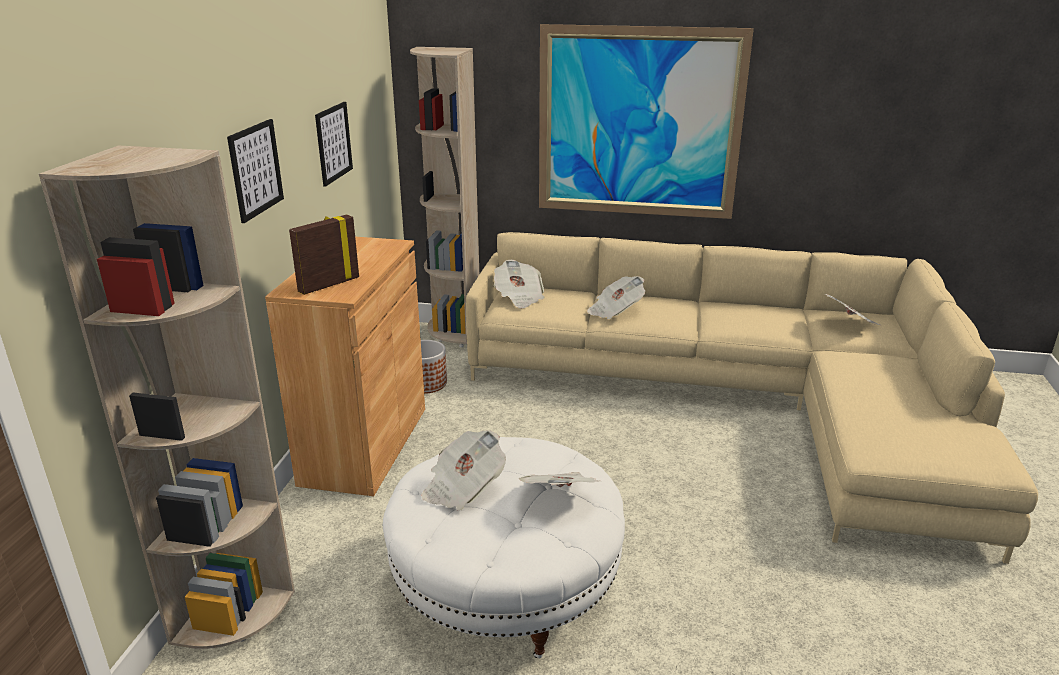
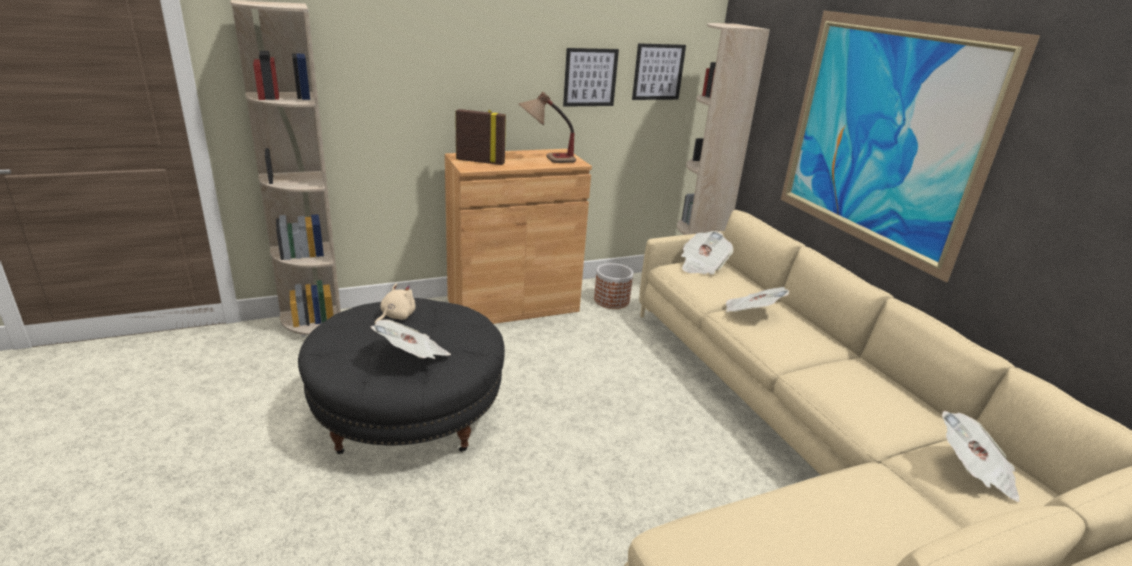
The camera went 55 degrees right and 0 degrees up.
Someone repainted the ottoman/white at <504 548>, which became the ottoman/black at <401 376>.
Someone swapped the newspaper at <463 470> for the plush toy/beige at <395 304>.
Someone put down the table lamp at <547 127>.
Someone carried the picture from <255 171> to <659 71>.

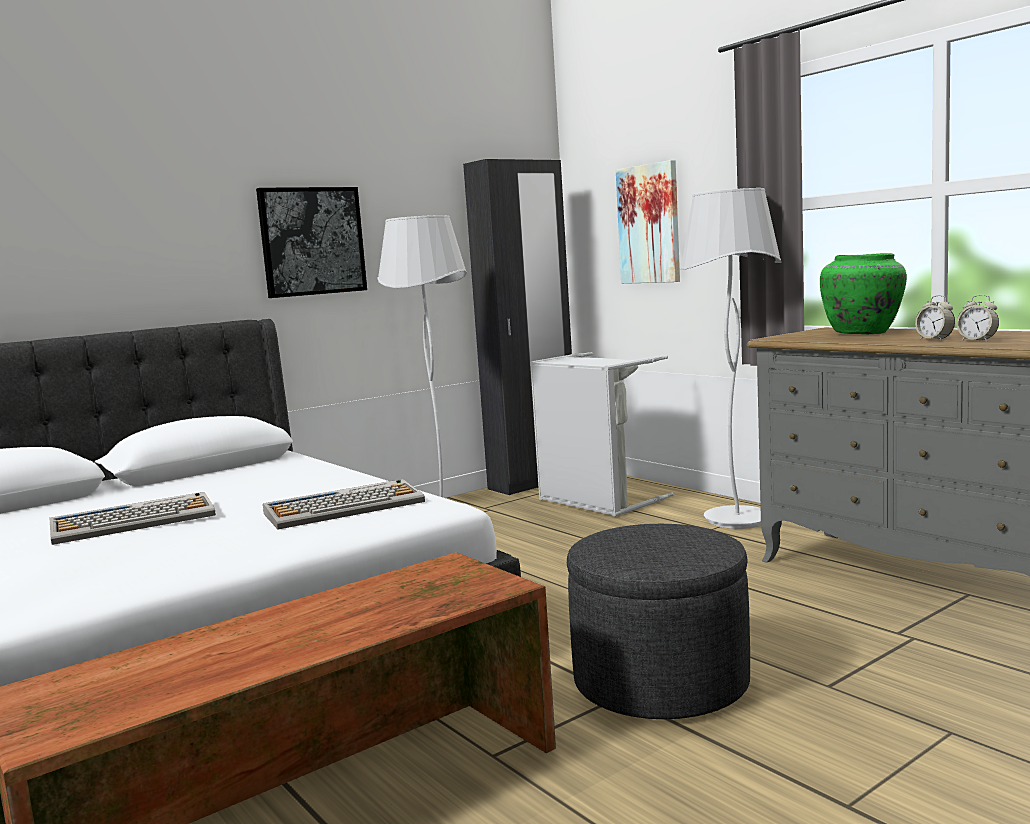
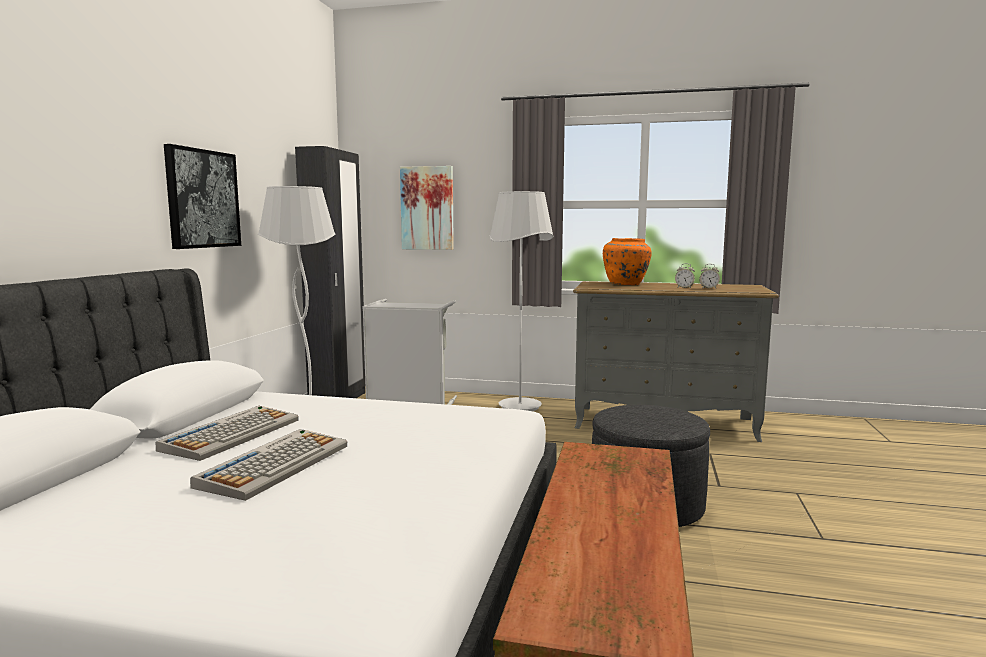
The camera went 40 degrees left and 0 degrees up.
Someone carried the keyboard from <344 504> to <227 433>.
Someone repainted the vase/green at <863 293>, which became the vase/orange at <627 261>.

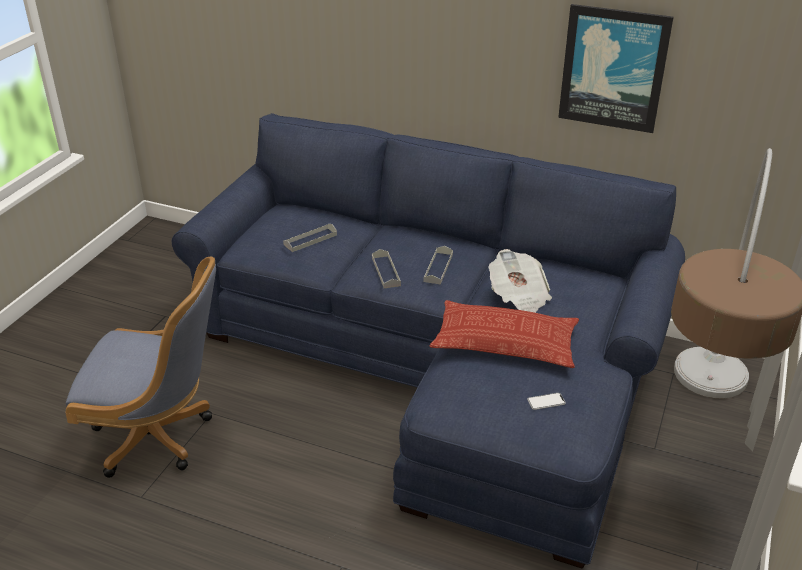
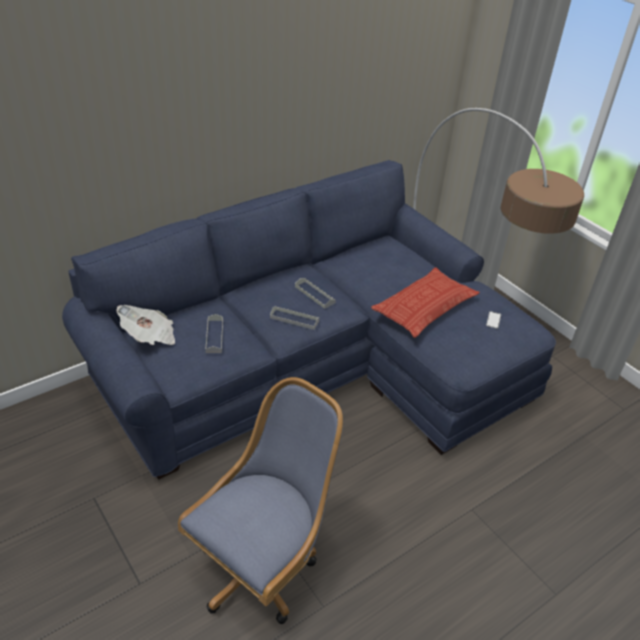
The camera went 60 degrees left and 5 degrees up.
Someone carried the newspaper from <520 281> to <145 325>.
Someone took away the picture at <615 68>.

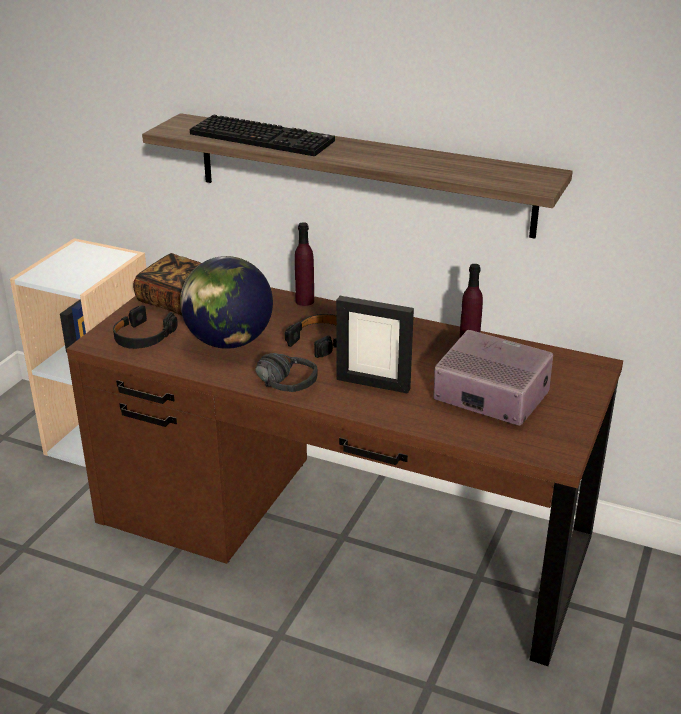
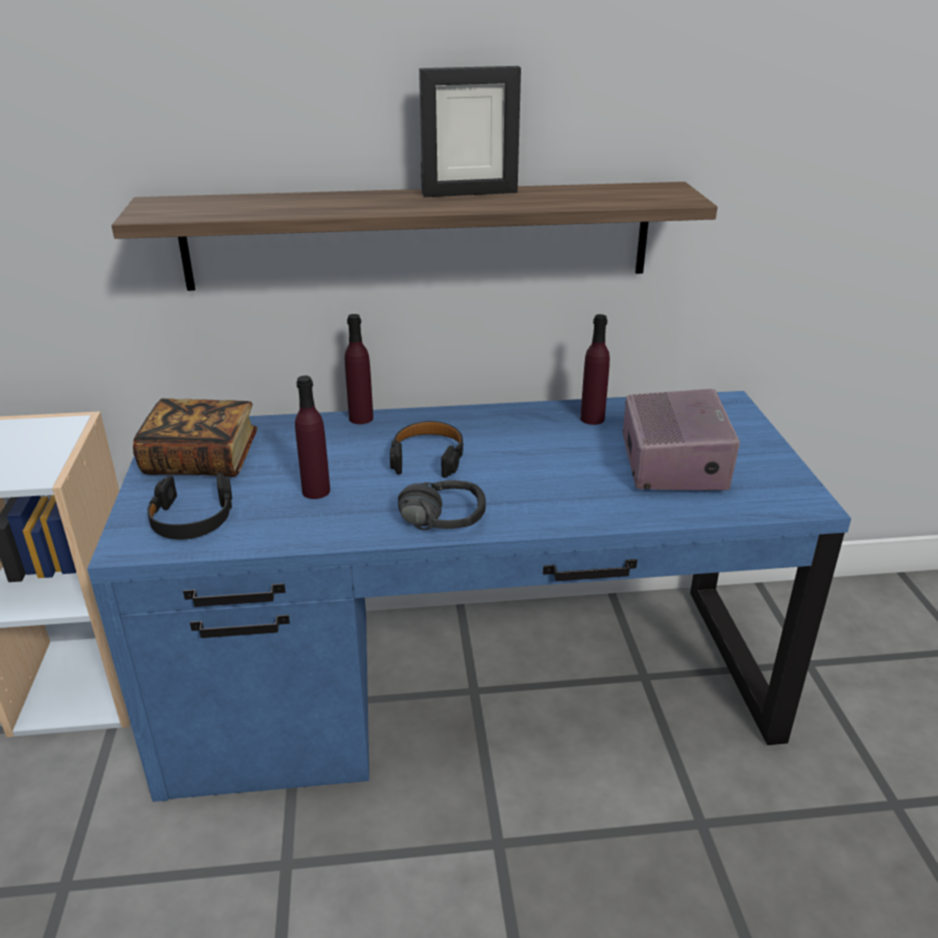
The camera went 30 degrees left and 0 degrees up.
Someone repainted the desk/brown at <344 476>, which became the desk/blue at <469 596>.
Someone swapped the globe at <226 302> for the bottle/purple at <312 437>.
Someone carried the picture frame from <375 345> to <470 131>.
Someone rotated the radio at <493 378> by 90 degrees clockwise.
Someone took away the keyboard at <262 135>.

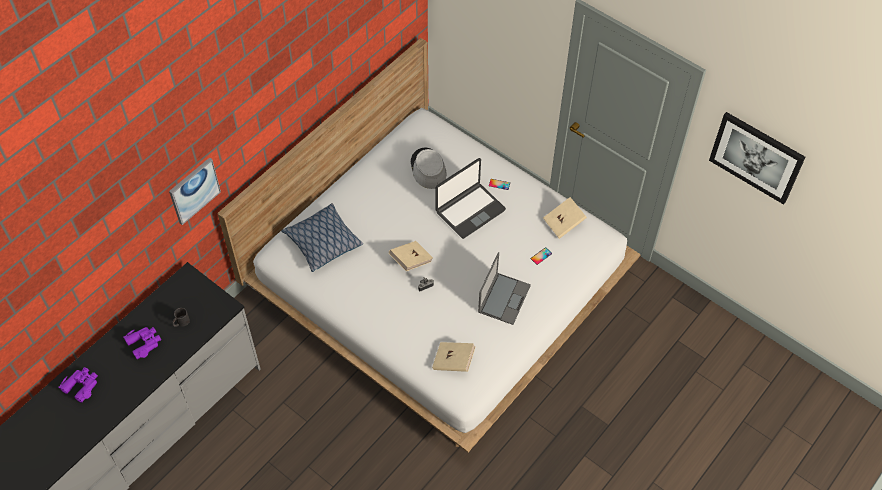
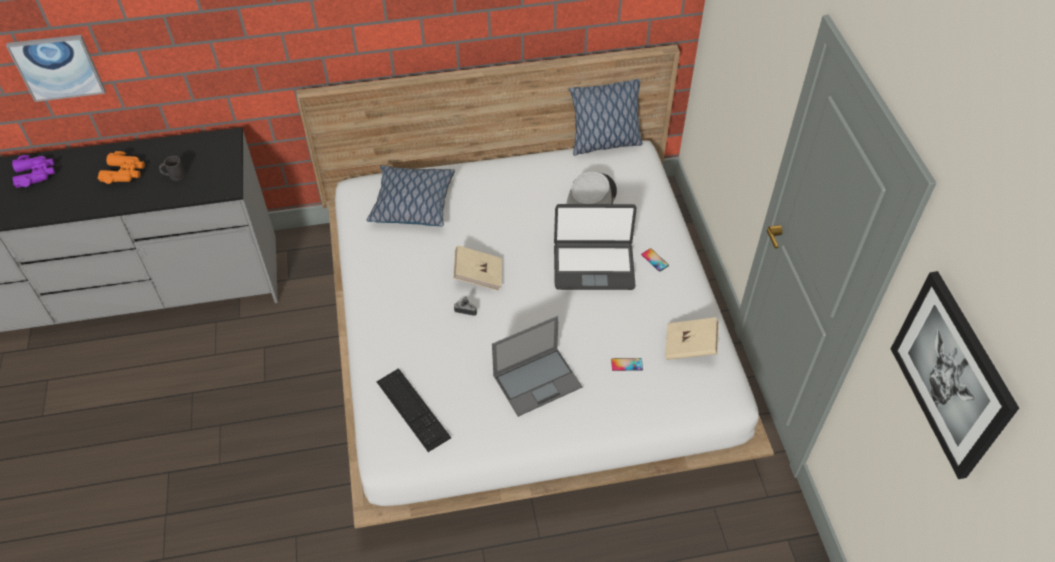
The camera went 40 degrees right and 5 degrees down.
Someone carried the picture from <195 191> to <56 68>.
Someone repainted the binoculars/purple at <142 343>, which became the binoculars/orange at <121 167>.
Someone swapped the book/beige at <454 357> for the keyboard at <414 410>.
Someone put down the pillow at <605 117>.

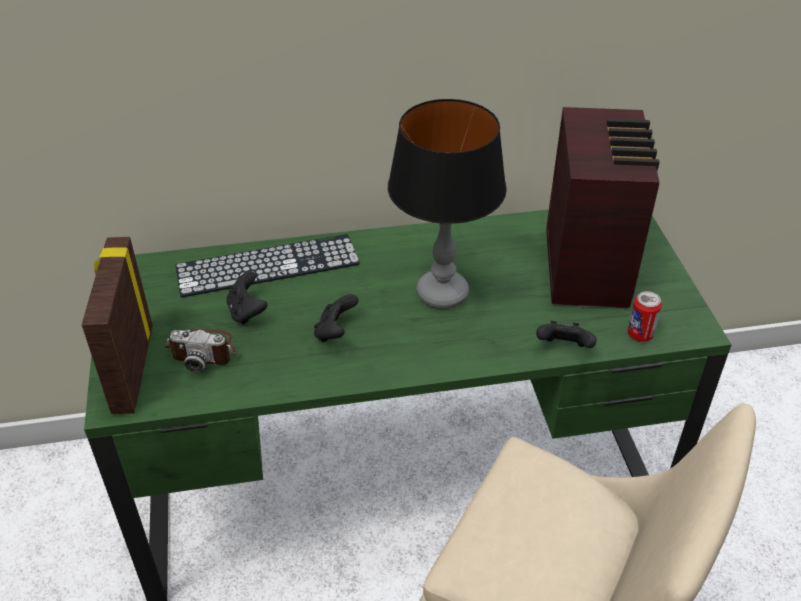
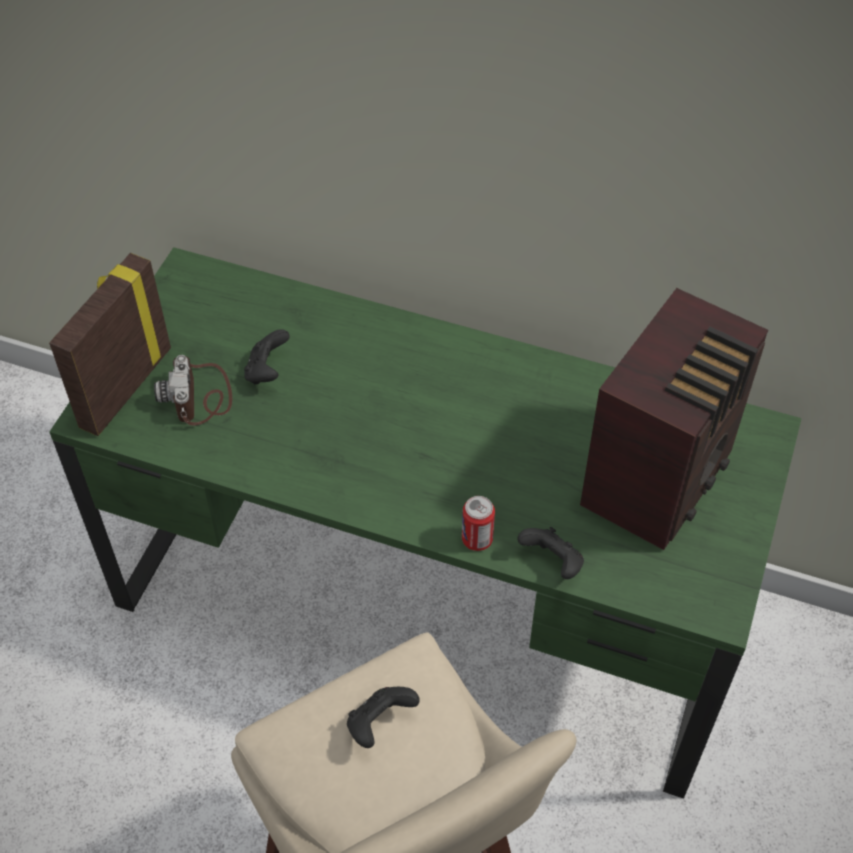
The camera went 30 degrees right and 10 degrees up.
Someone rotated the photo camera at <201 350> by 45 degrees clockwise.
Someone carried the game controller/black from <336 318> to <383 717>.
Someone carried the can from <644 316> to <478 523>.
Someone took away the keyboard at <267 266>.
Someone took away the table lamp at <447 204>.

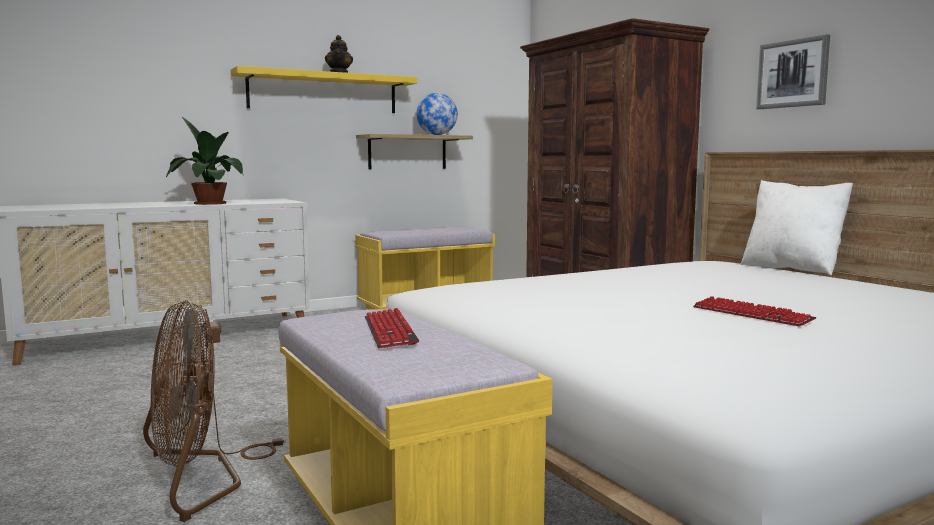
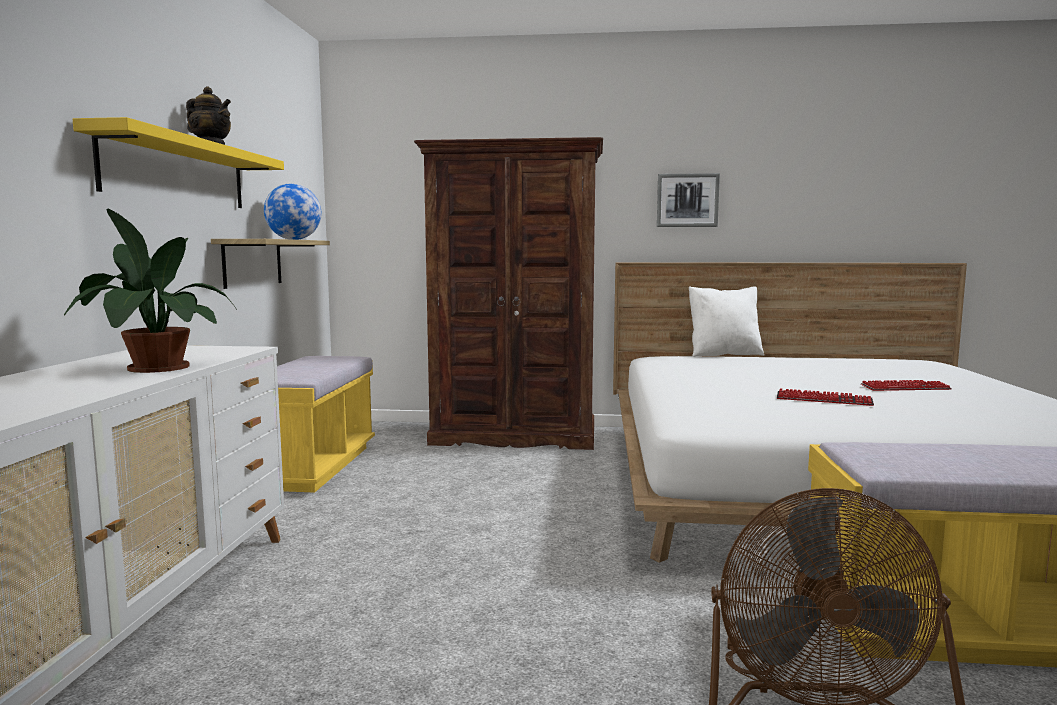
The camera went 55 degrees left and 0 degrees up.
Someone carried the keyboard from <392 328> to <825 397>.

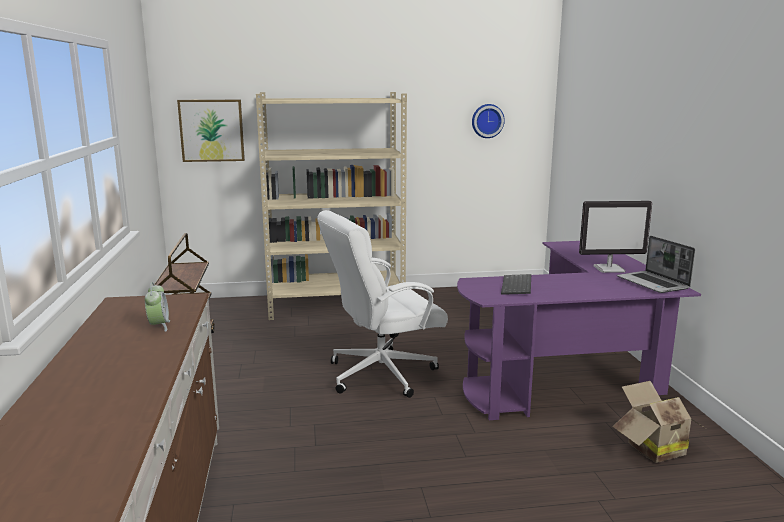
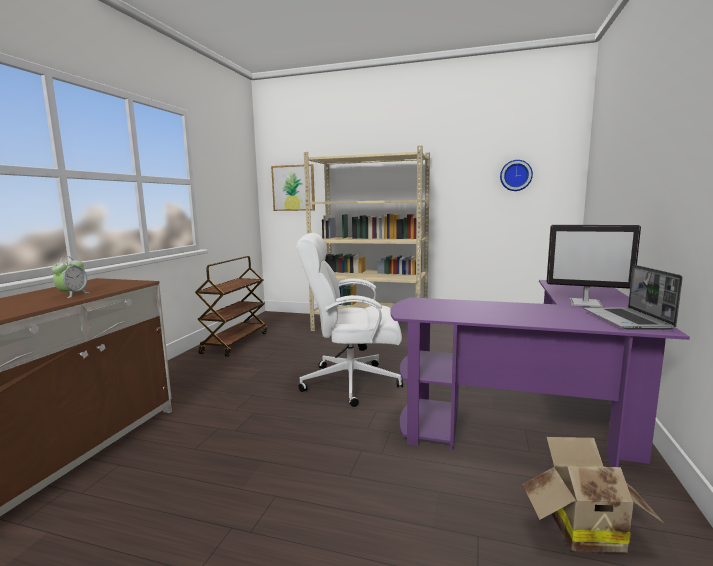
The camera went 25 degrees right and 5 degrees down.
Someone took away the keyboard at <516 284>.

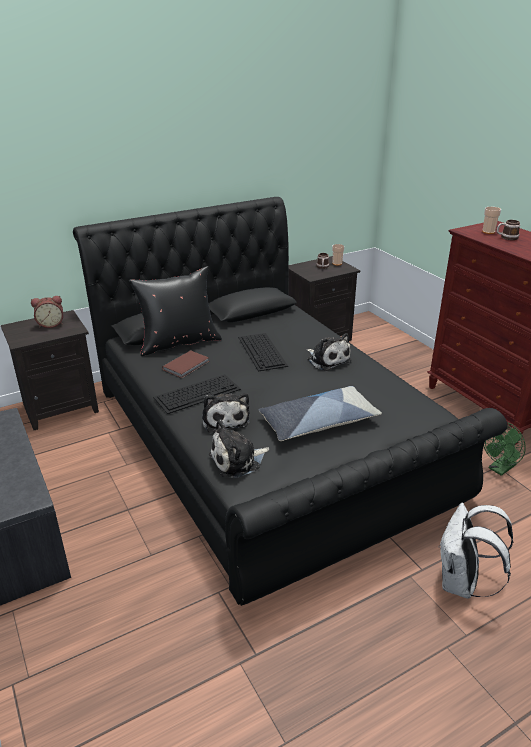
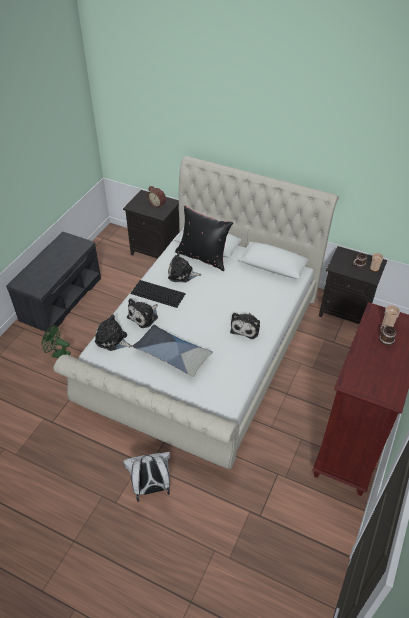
The camera went 55 degrees right and 15 degrees up.
Someone carried the fan/green from <505 449> to <56 341>.
Someone repainted the bed/black at <290 401>, which became the bed/beige at <196 313>.
Someone swapped the book/brown at <185 364> for the plush toy at <185 266>.
Someone took away the keyboard at <263 352>.

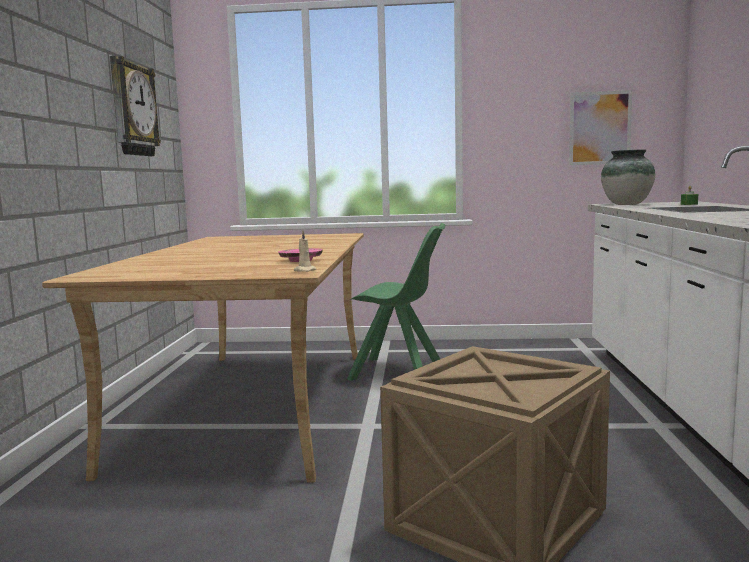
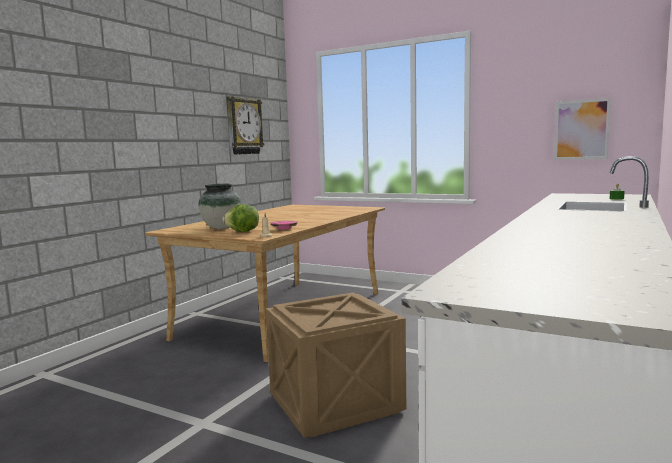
The camera went 25 degrees right and 0 degrees up.
Someone carried the vase from <628 177> to <219 206>.
Someone put down the lettuce at <240 218>.
Someone took away the chair/green at <396 302>.

